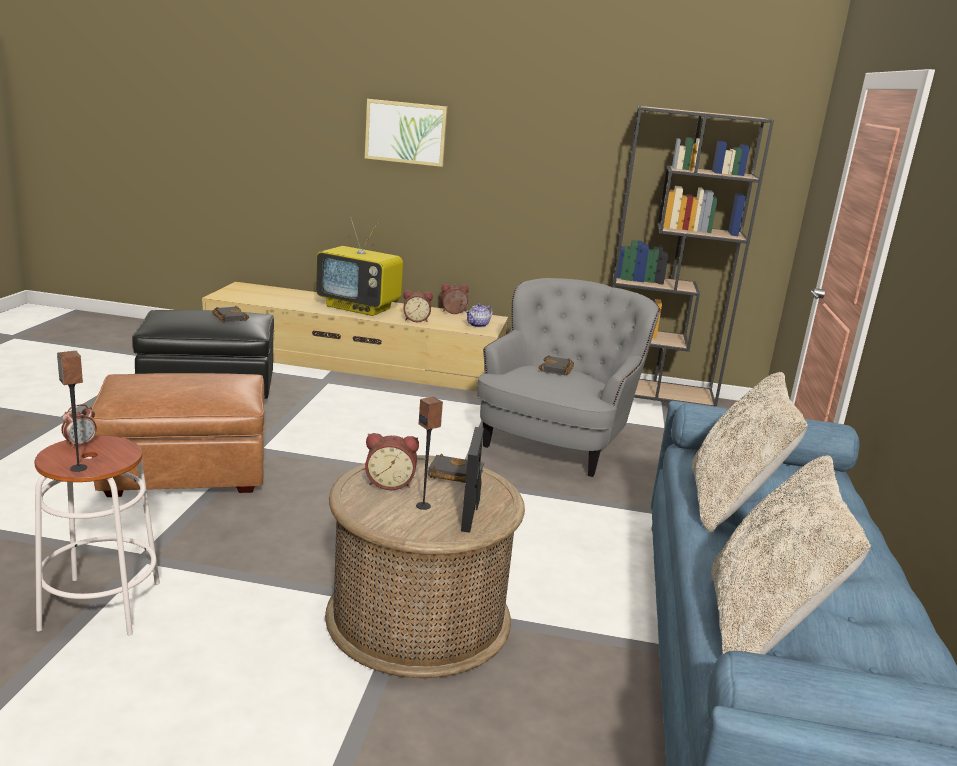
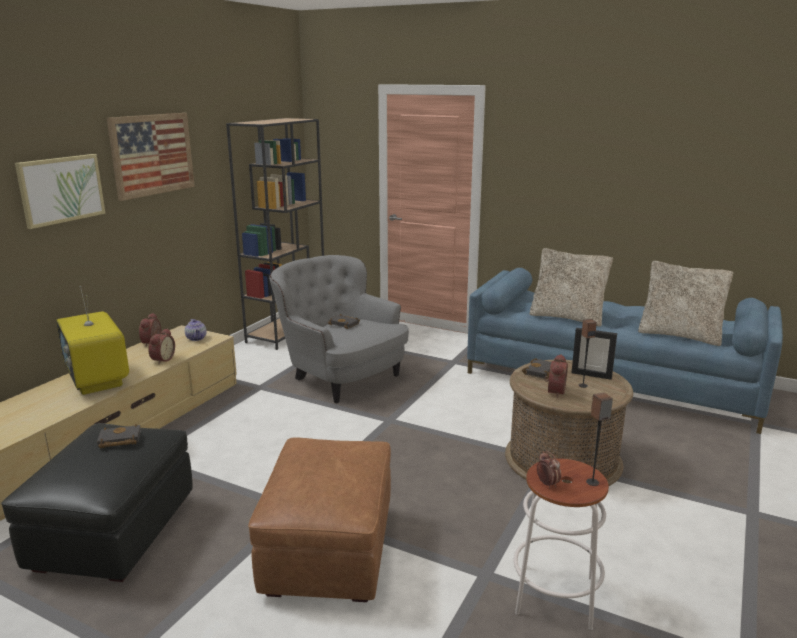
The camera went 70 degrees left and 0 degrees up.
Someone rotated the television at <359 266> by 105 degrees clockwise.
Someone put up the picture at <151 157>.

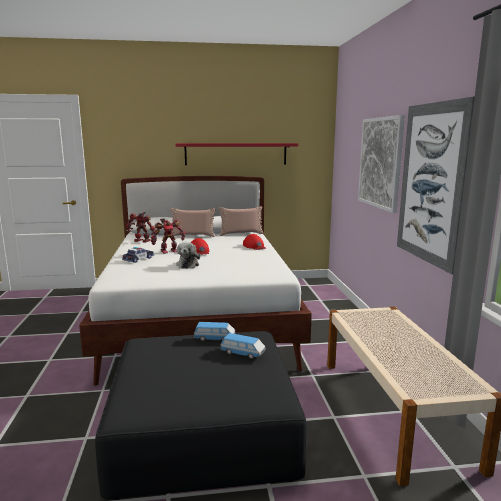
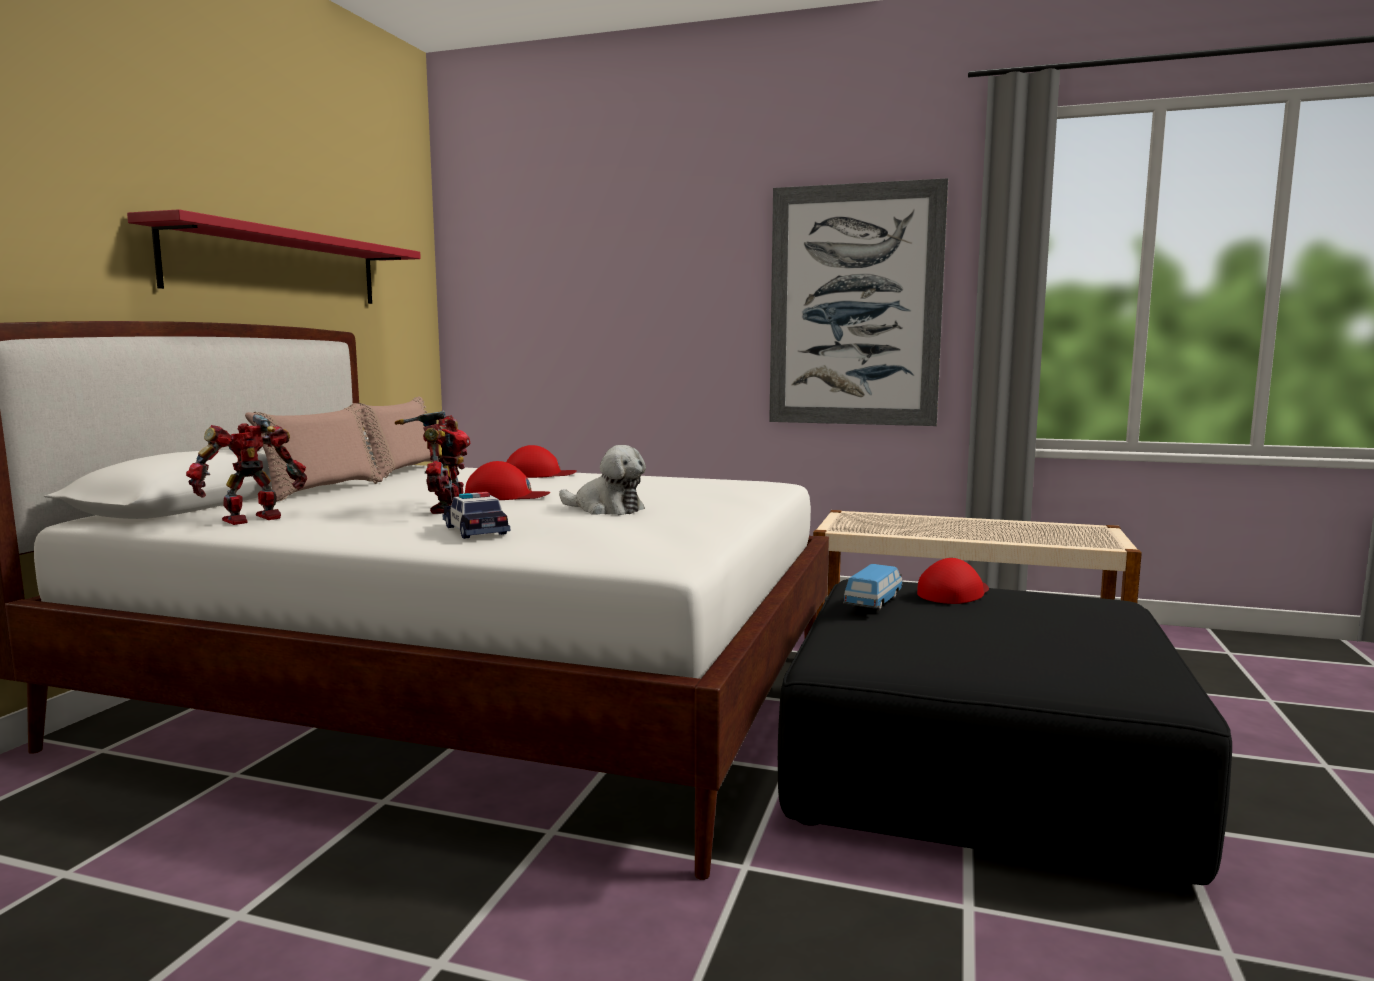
The camera went 65 degrees left and 5 degrees down.
Someone swapped the toy car at <243 346> for the cap/red at <953 581>.
Someone took away the picture at <381 164>.

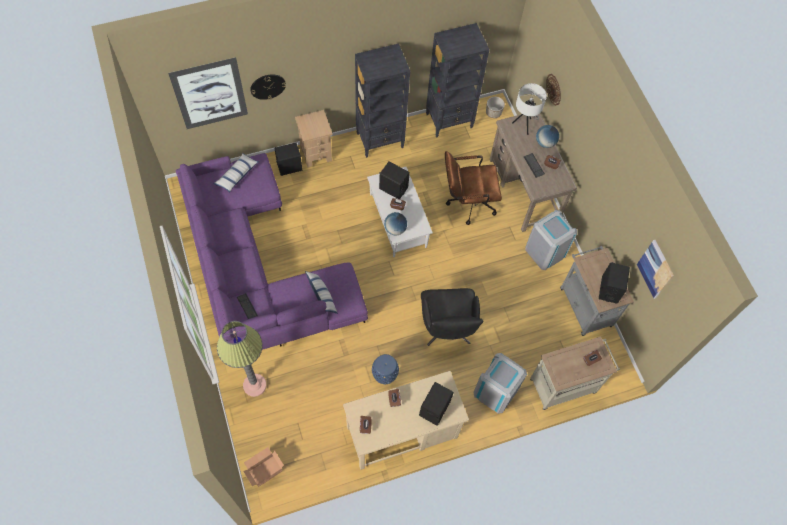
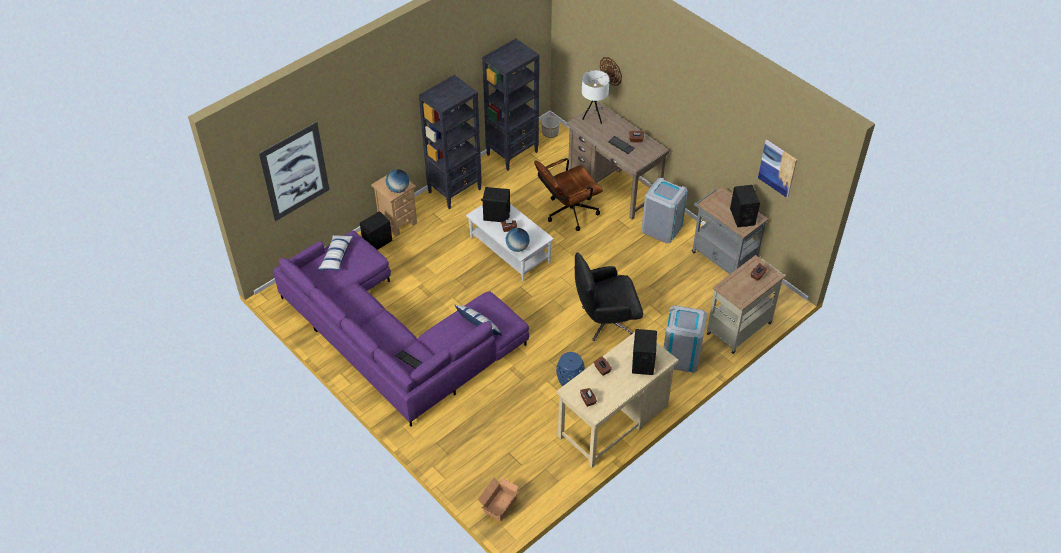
The camera went 20 degrees left and 15 degrees down.
Someone carried the globe from <547 136> to <397 181>.
Someone rotated the armchair/black at <452 317> by 105 degrees clockwise.
Someone took away the floor lamp at <242 359>.
Someone took away the wall clock at <268 87>.

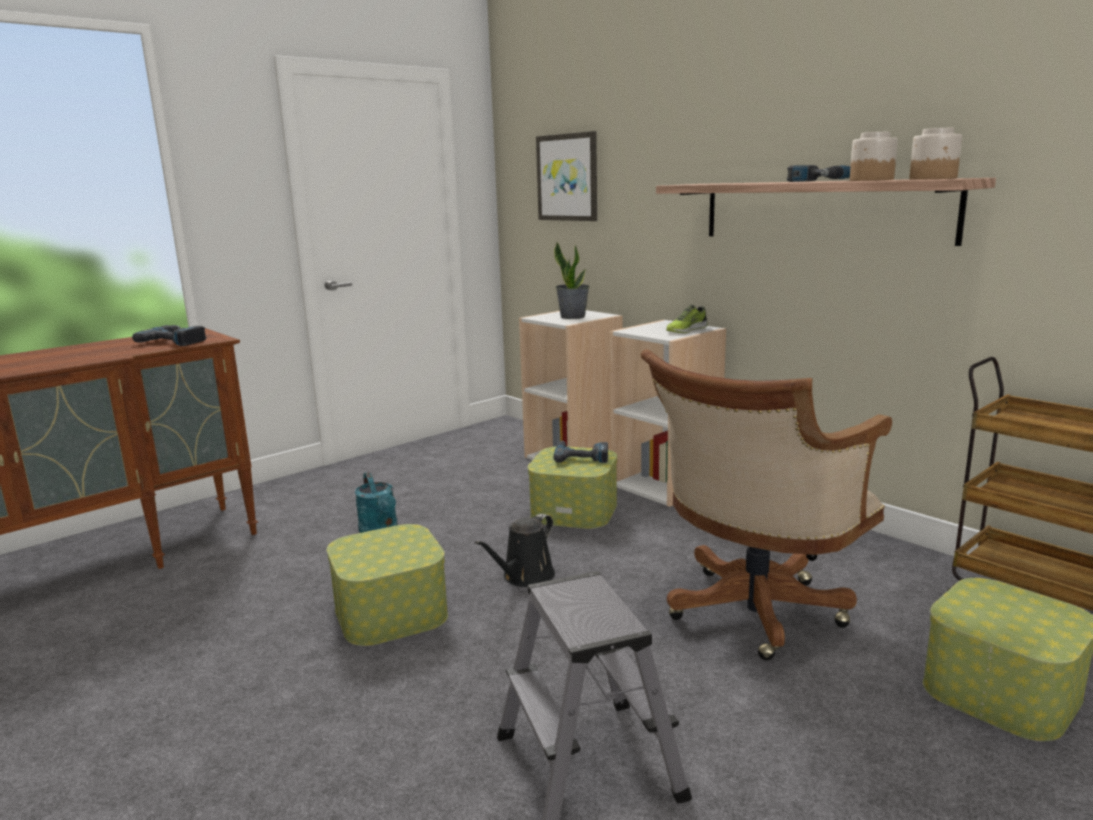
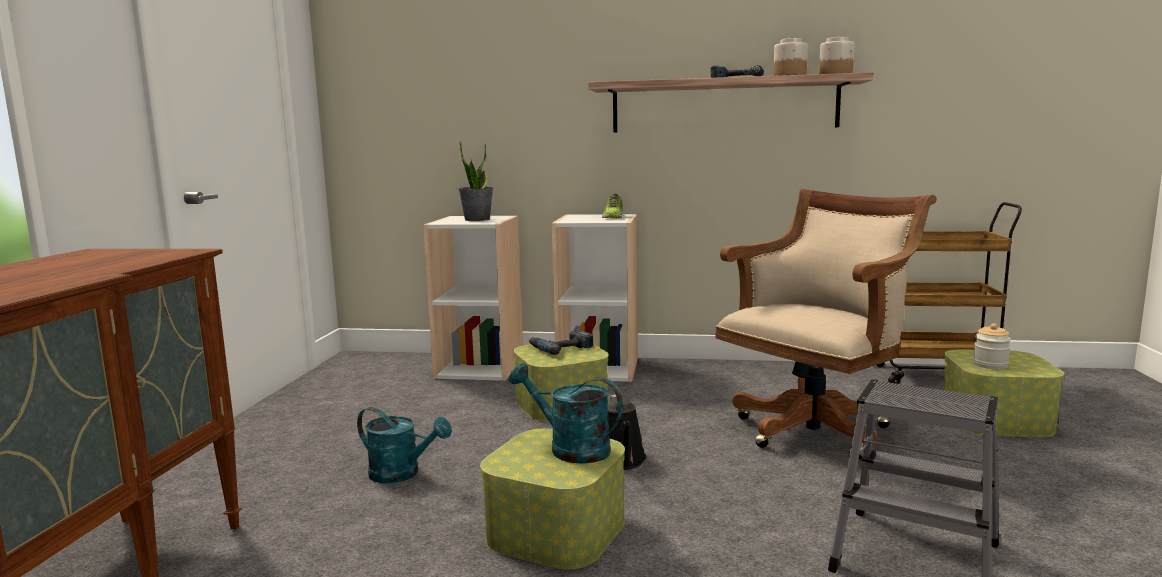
The camera went 40 degrees left and 5 degrees down.
Someone put down the watering can/turquoise at <566 413>.
Someone rotated the office chair at <766 504> by 135 degrees counterclockwise.
Someone put down the jar at <992 346>.
Someone took away the power drill at <169 335>.
Someone took away the picture at <566 176>.

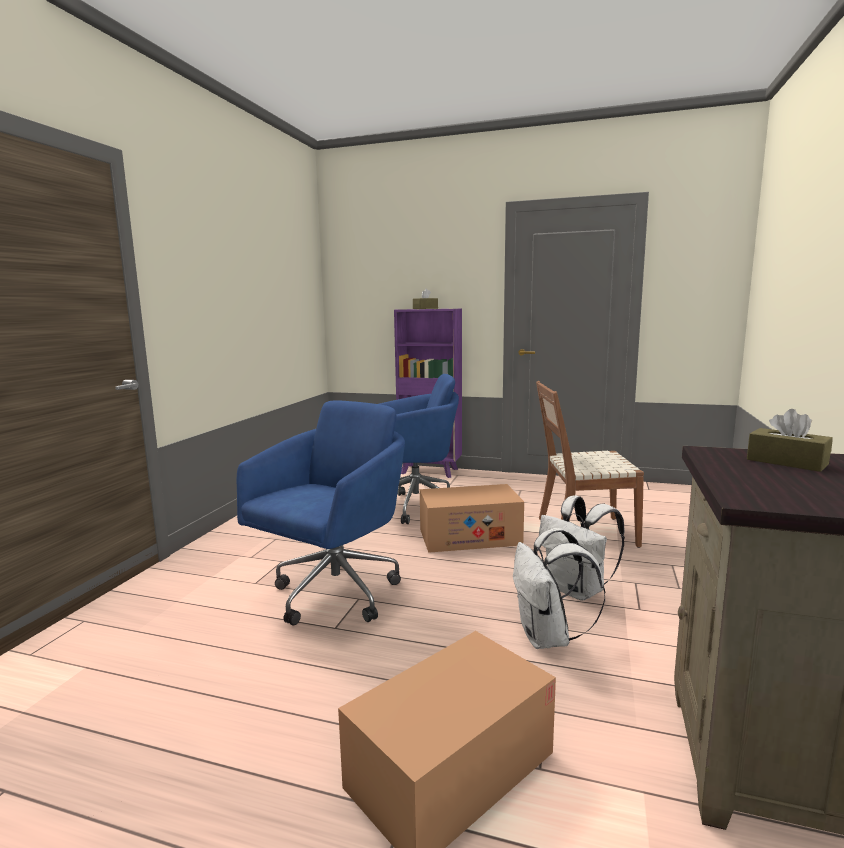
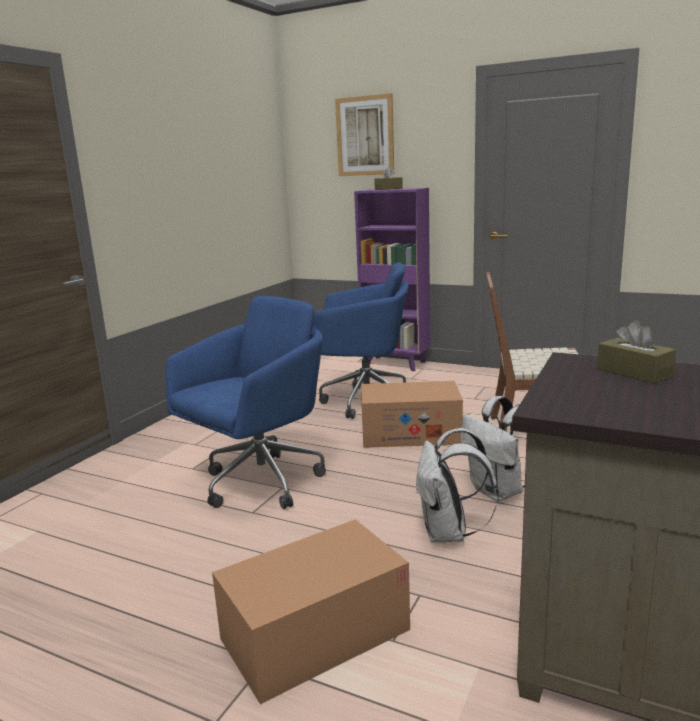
The camera went 10 degrees right and 5 degrees up.
Someone put up the picture at <364 134>.

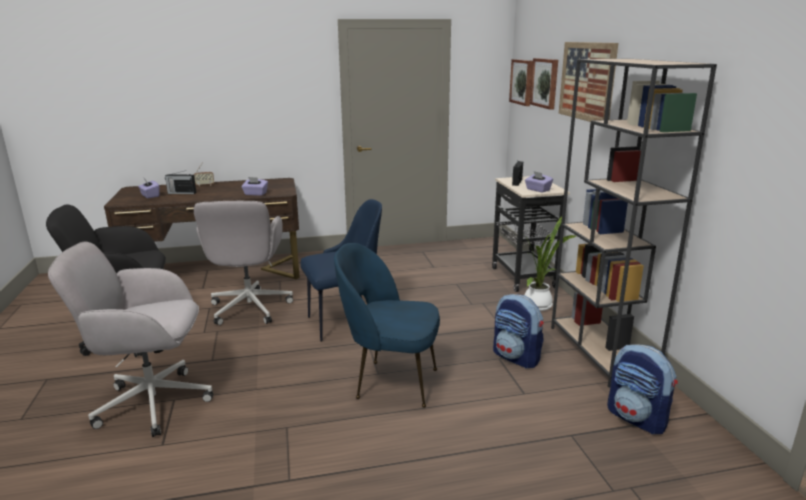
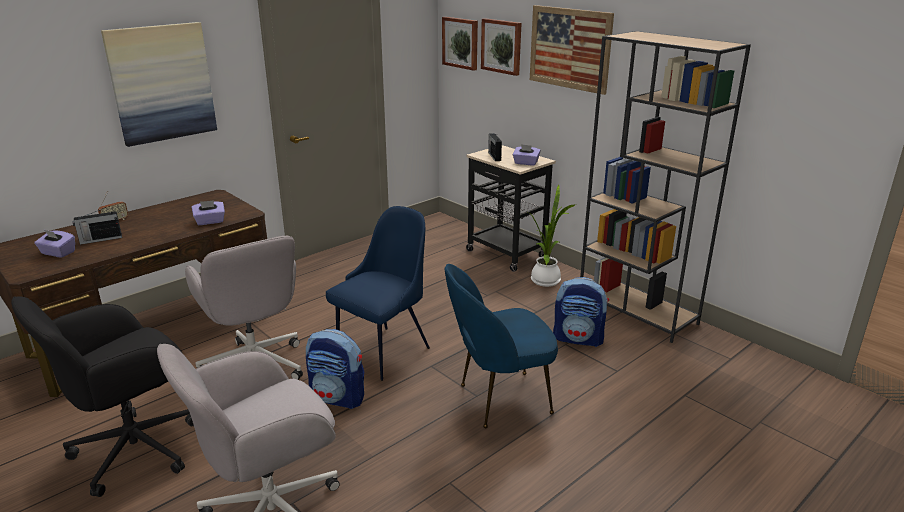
The camera went 30 degrees left and 5 degrees up.
Someone put up the picture at <159 84>.
Someone carried the backpack from <642 389> to <335 369>.

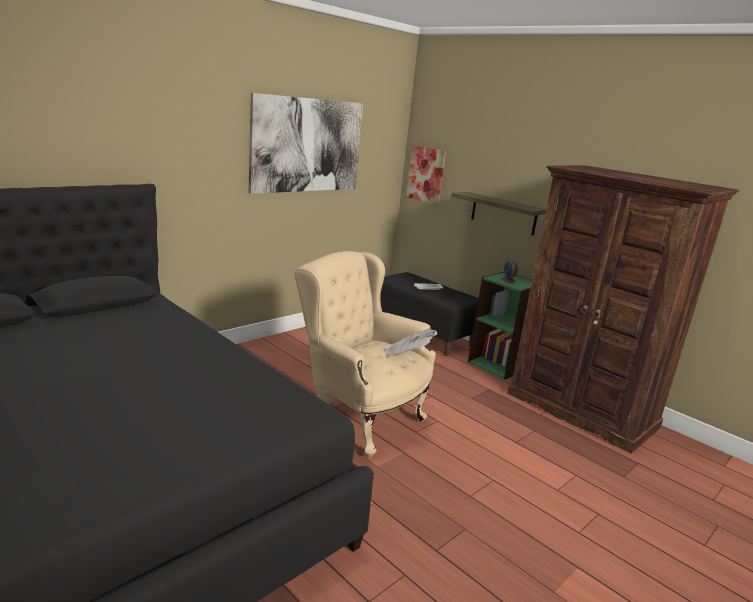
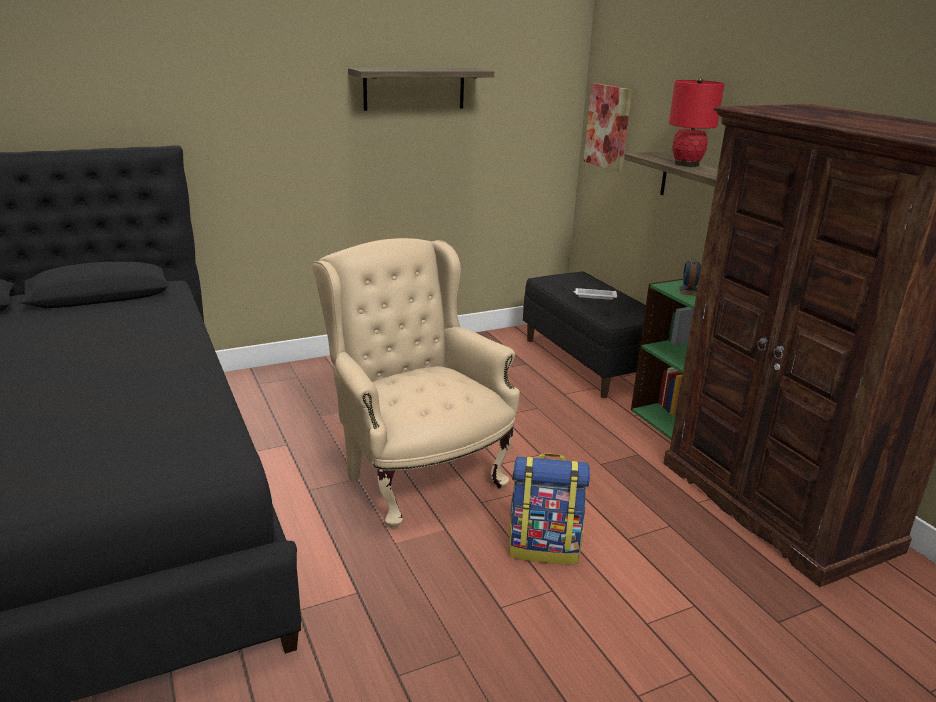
The camera went 20 degrees right and 5 degrees up.
Someone swapped the picture at <306 143> for the shelf at <421 89>.
Someone put down the backpack at <549 508>.
Someone put down the table lamp/red at <696 122>.
Someone took away the newspaper at <411 342>.

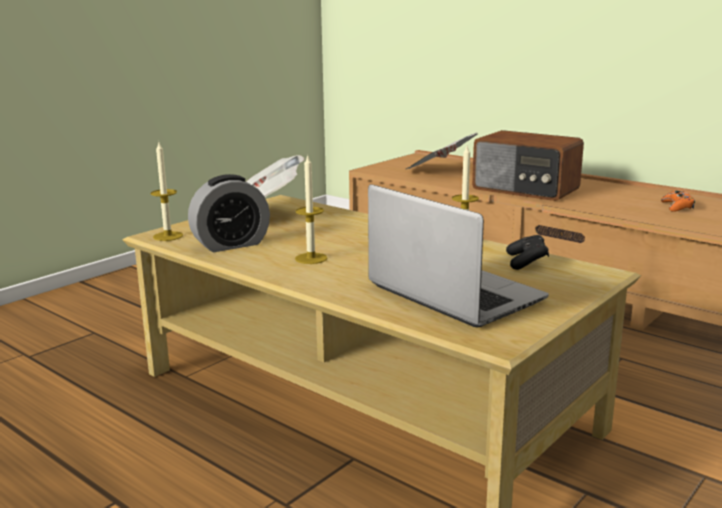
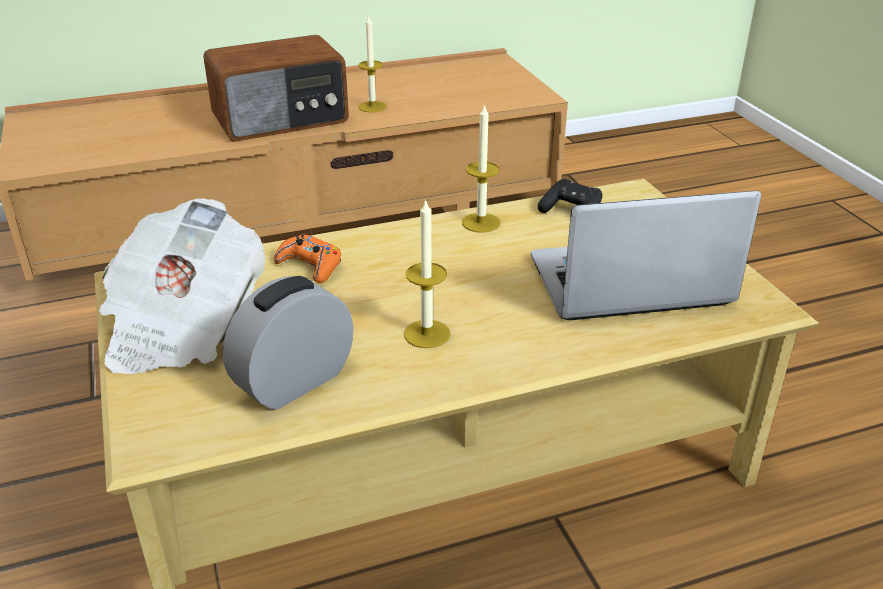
The camera went 60 degrees left and 15 degrees up.
Someone rotated the alarm clock at <229 213> by 135 degrees counterclockwise.
Someone carried the game controller/orange from <678 201> to <307 258>.
Someone carried the candle from <167 192> to <372 64>.
Someone took away the newspaper at <442 150>.

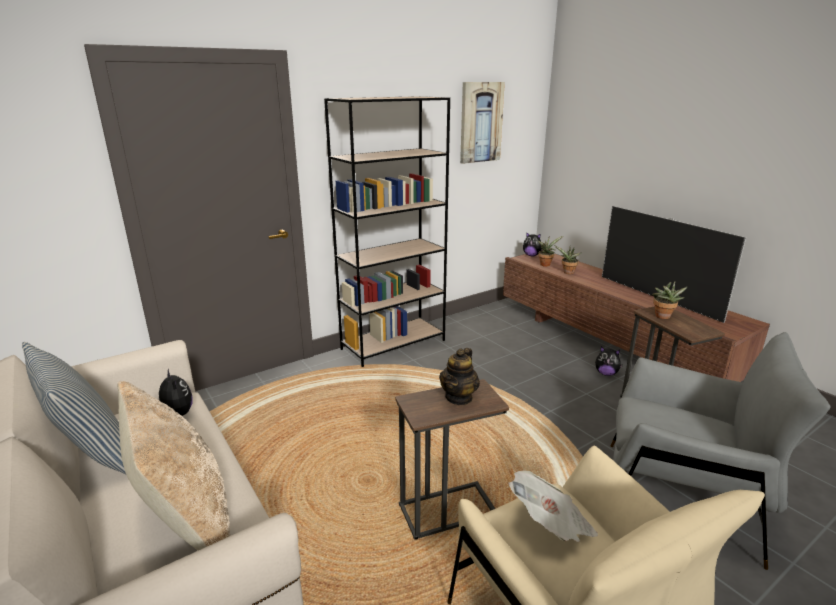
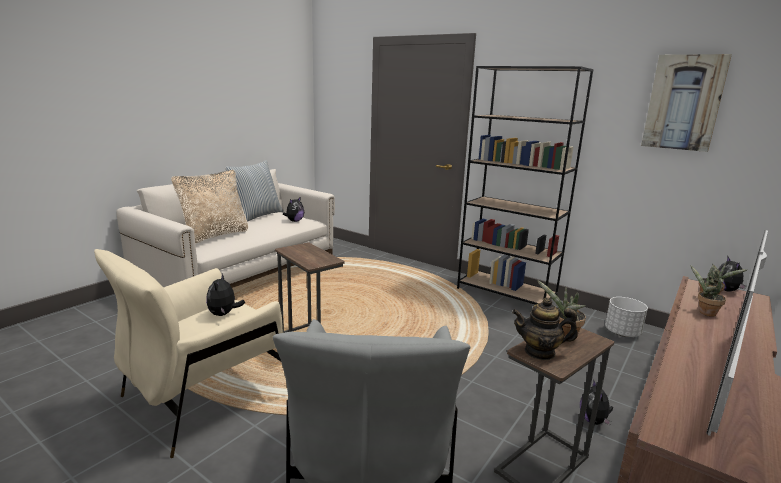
The camera went 70 degrees right and 5 degrees down.
Someone swapped the newspaper at <553 506> for the plush toy at <225 295>.
Someone carried the teapot from <459 376> to <545 328>.
Someone put down the planter/white at <626 317>.

